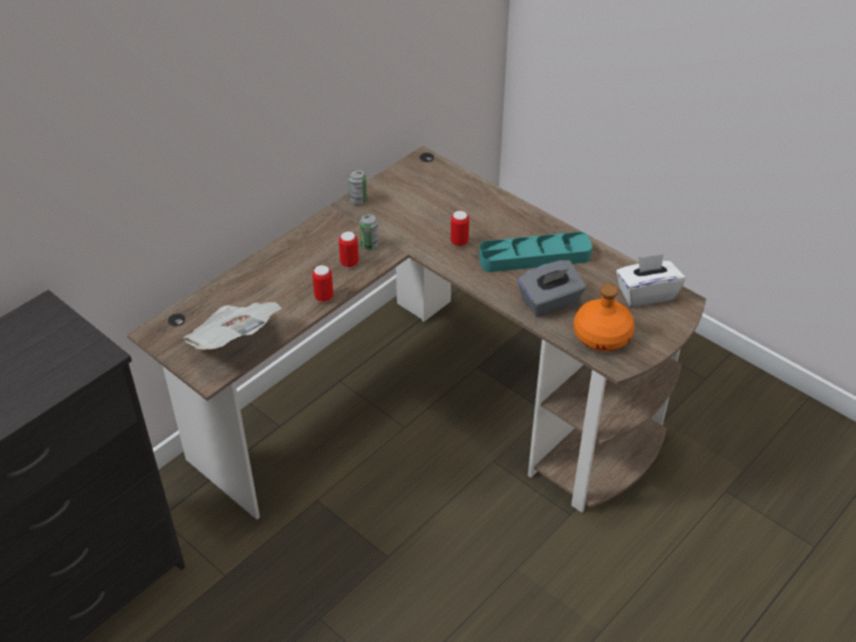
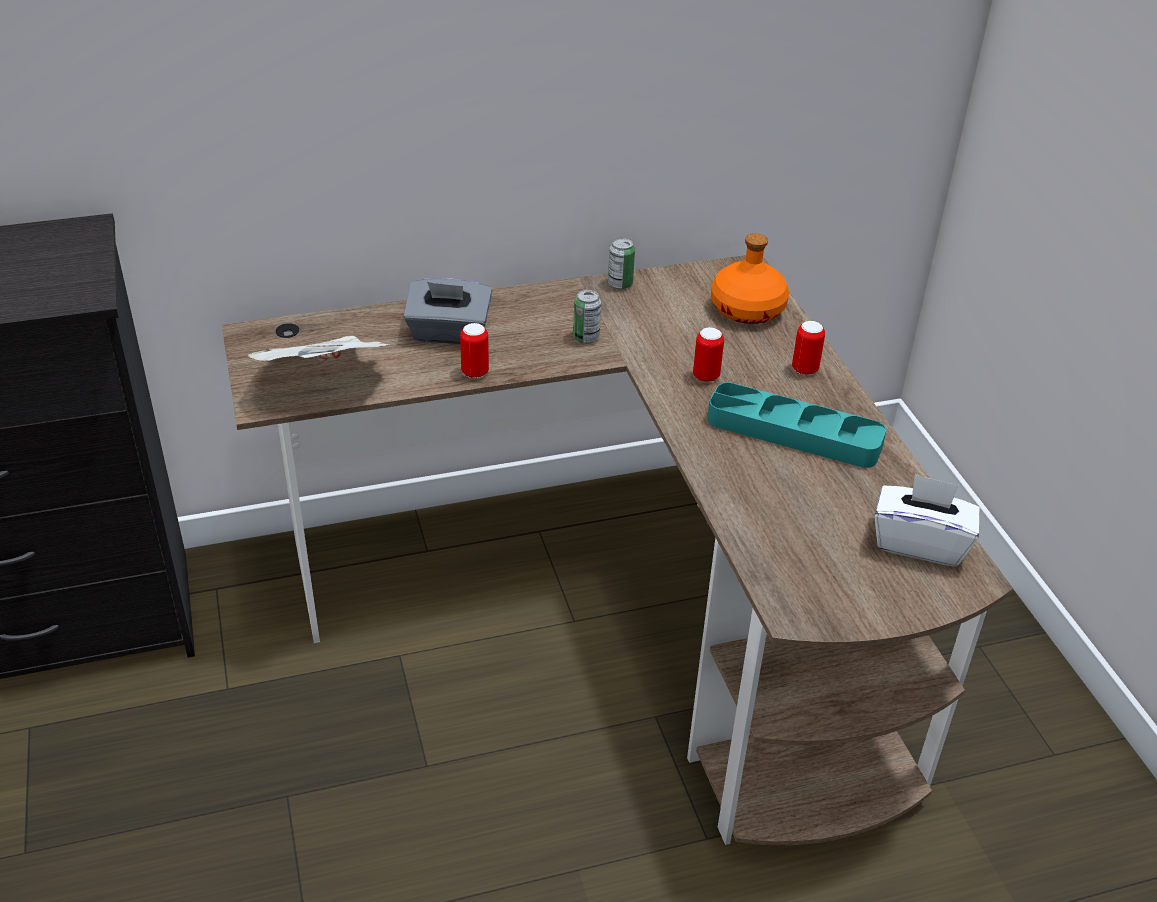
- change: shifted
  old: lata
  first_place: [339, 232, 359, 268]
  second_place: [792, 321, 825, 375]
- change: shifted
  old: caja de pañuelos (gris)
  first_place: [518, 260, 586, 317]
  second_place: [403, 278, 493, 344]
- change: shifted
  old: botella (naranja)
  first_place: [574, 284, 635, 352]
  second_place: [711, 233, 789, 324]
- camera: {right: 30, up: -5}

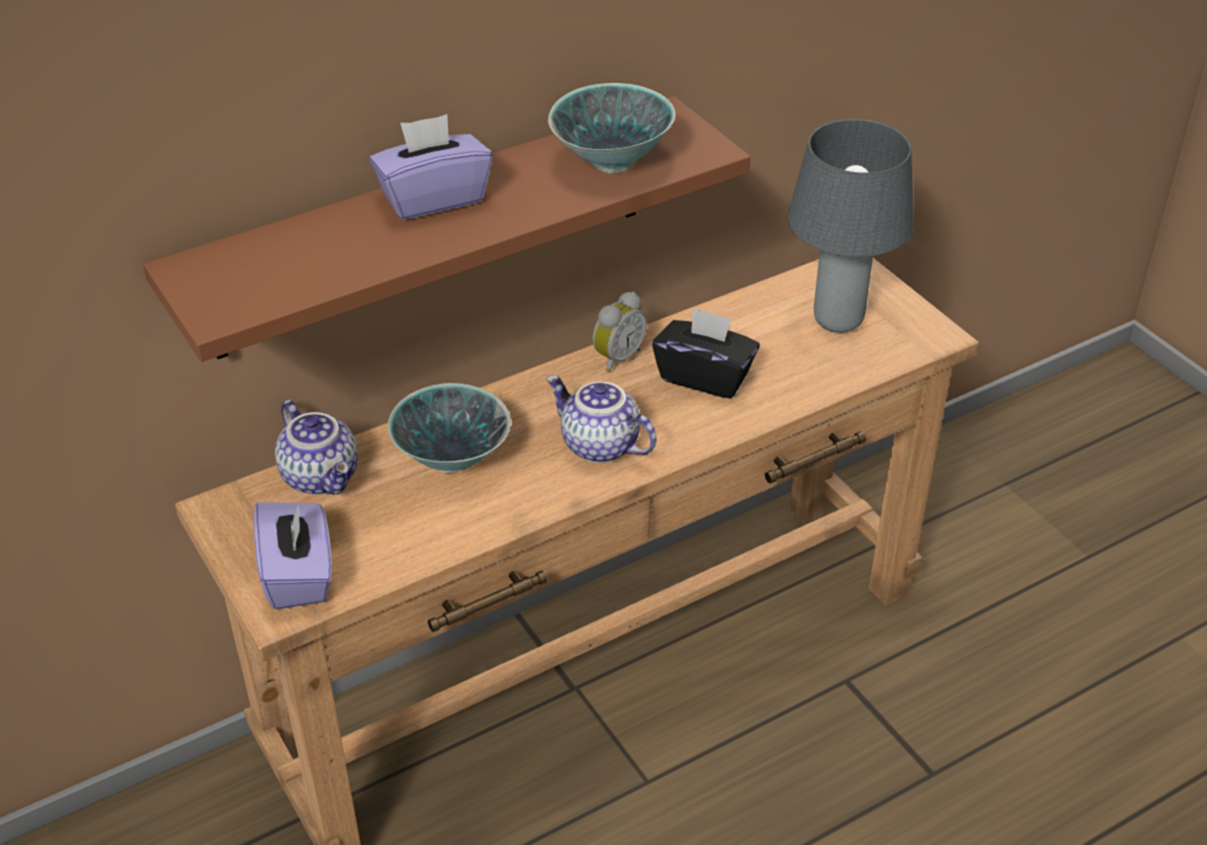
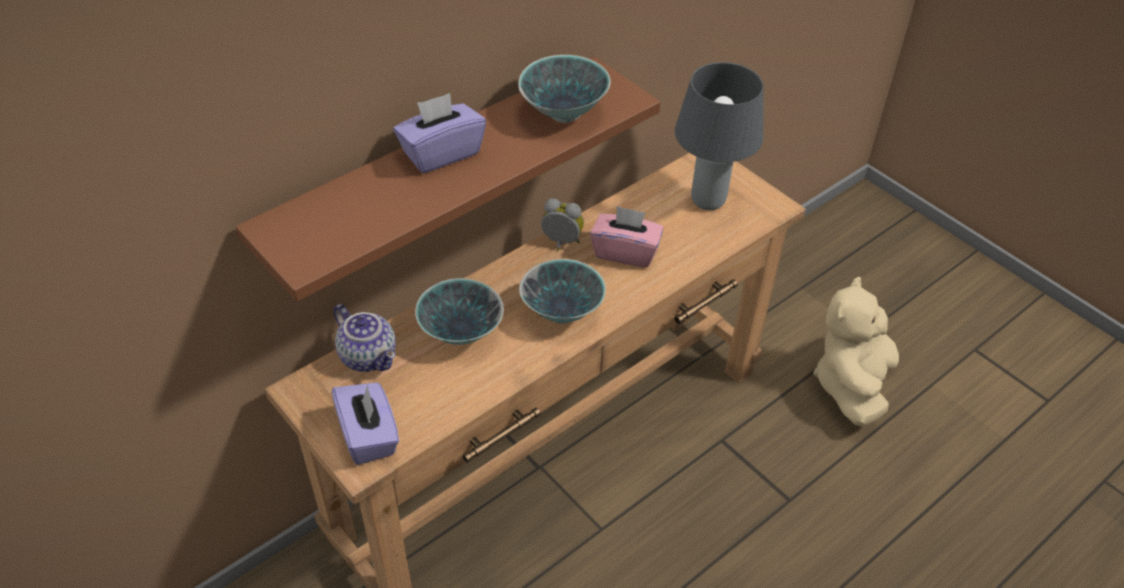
- change: swapped
  old: tetera
  new: cuenco
  first_place: [546, 375, 657, 463]
  second_place: [519, 259, 606, 324]
- change: rotated
  old: despertador
  first_place: [592, 292, 647, 373]
  second_place: [541, 198, 584, 250]
  degrees: -105
- change: repainted
  old: caja de pañuelos (negro)
  new: caja de pañuelos (rosa)
  first_place: [652, 307, 760, 398]
  second_place: [590, 206, 664, 267]
- change: new
  new: peluche (beis)
  second_place: [813, 277, 899, 426]
- camera: {right: -10, up: 5}

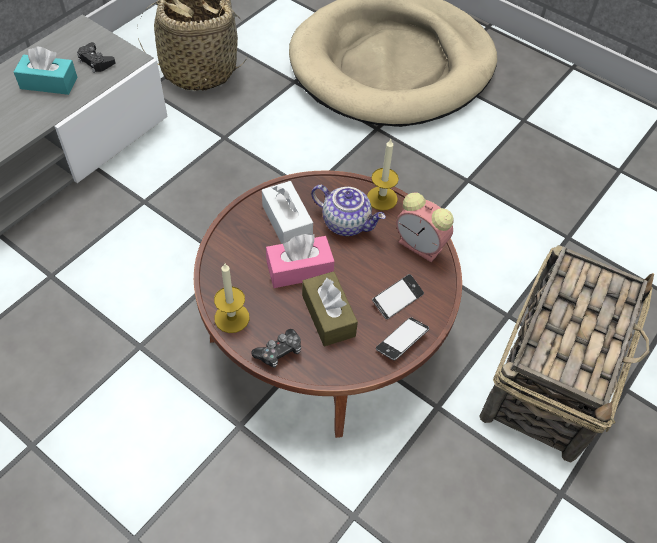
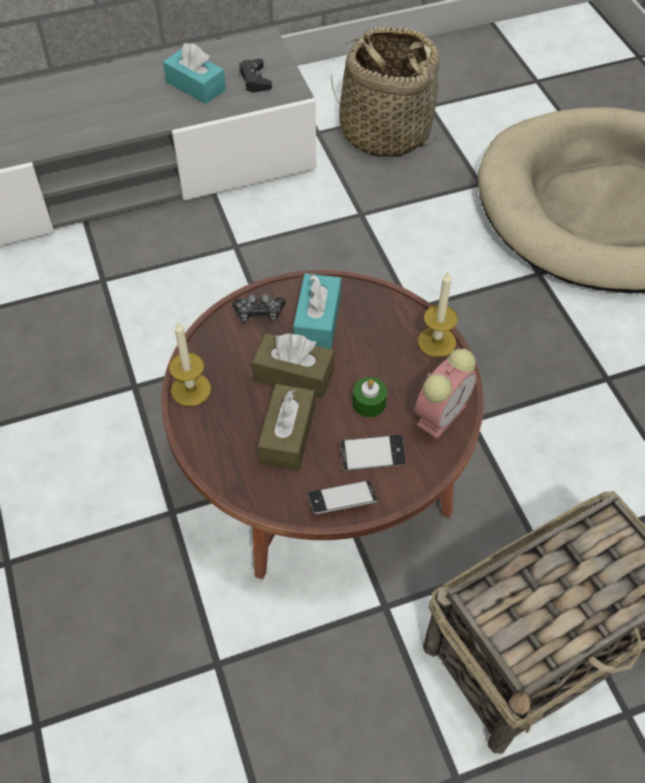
- change: shifted
  old: mando de consola
  first_place: [251, 329, 301, 368]
  second_place: [233, 294, 286, 322]
- change: repainted
  old: caja de pañuelos (blanco)
  new: caja de pañuelos (turquesa)
  first_place: [262, 181, 313, 244]
  second_place: [293, 273, 341, 349]
- change: repainted
  old: caja de pañuelos (rosa)
  new: caja de pañuelos (marrón)
  first_place: [266, 234, 334, 288]
  second_place: [252, 333, 334, 399]
- change: gone
  old: tetera
  first_place: [311, 185, 386, 236]
- change: rotated
  old: despertador
  first_place: [396, 192, 454, 263]
  second_place: [415, 349, 477, 439]
  degrees: -120
- change: new
  new: vela (verde)
  second_place: [353, 377, 387, 418]
- camera: {right: 35, up: 0}

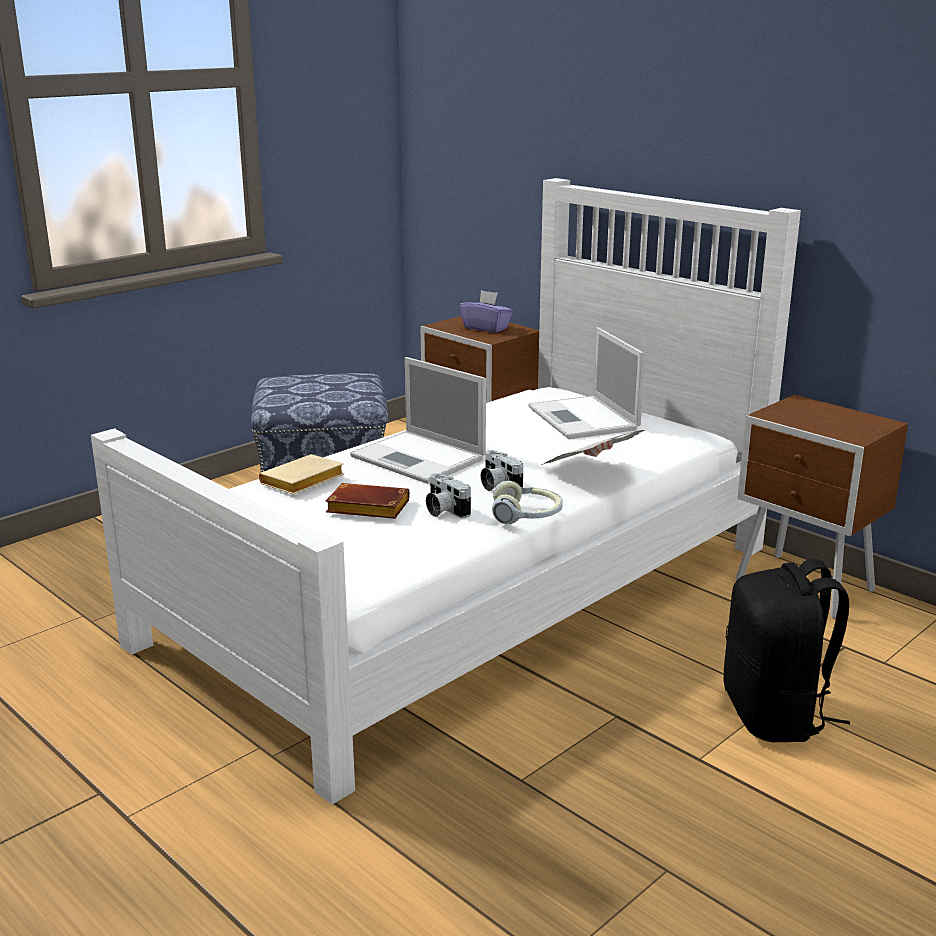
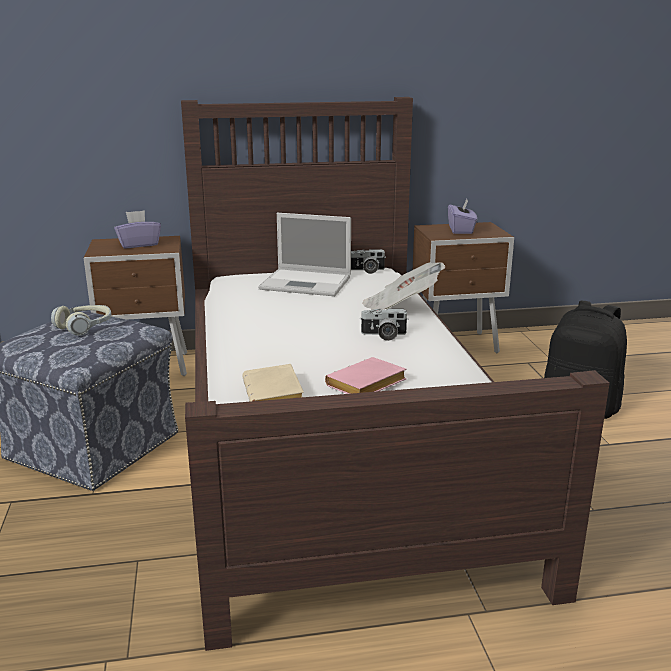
- change: repainted
  old: cama (blanco)
  new: cama (marrón)
  first_place: [91, 178, 801, 805]
  second_place: [181, 97, 610, 651]
- change: repainted
  old: libro (marrón)
  new: libro (rosa)
  first_place: [326, 483, 410, 519]
  second_place: [325, 357, 407, 394]
- change: gone
  old: portátil
  first_place: [350, 357, 486, 484]
- change: shifted
  old: cámara
  first_place: [426, 473, 471, 518]
  second_place: [351, 249, 385, 274]
- change: shifted
  old: auriculares
  first_place: [492, 480, 563, 524]
  second_place: [51, 305, 111, 336]
- change: new
  new: caja de pañuelos (morado)
  second_place: [448, 199, 477, 234]
- camera: {right: -55, up: 0}

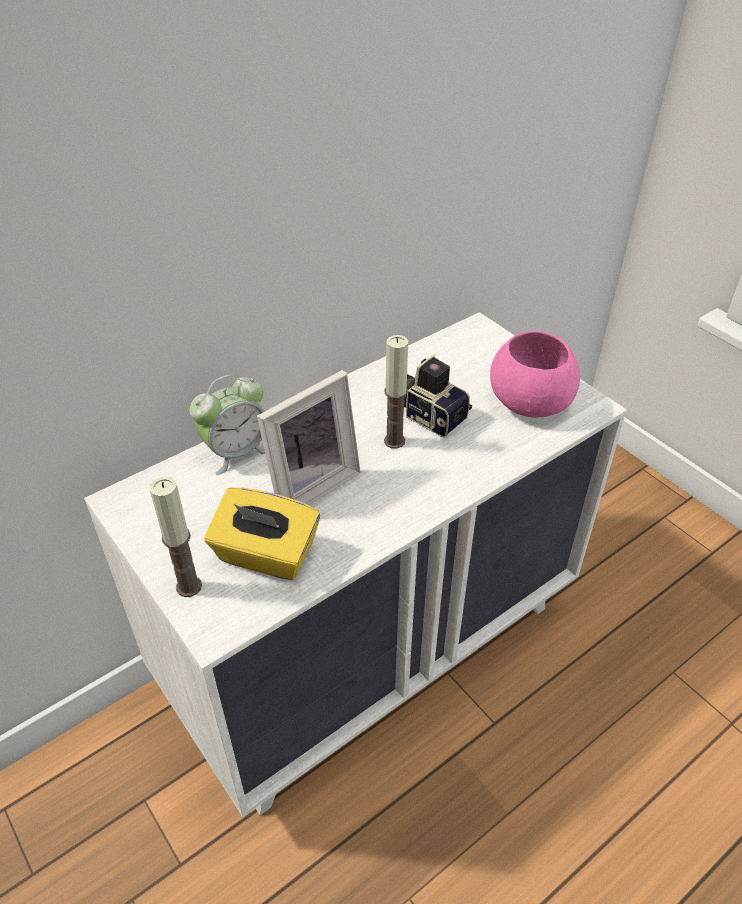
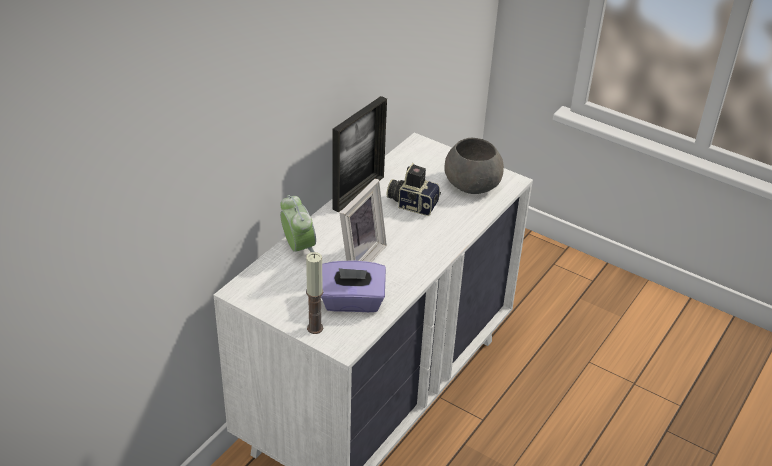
- change: rotated
  old: despertador
  first_place: [190, 375, 265, 475]
  second_place: [280, 195, 316, 252]
  degrees: -60
- change: repainted
  old: caja de pañuelos (amarillo)
  new: caja de pañuelos (morado)
  first_place: [204, 488, 320, 580]
  second_place: [321, 261, 386, 312]
- change: gone
  old: vela
  first_place: [384, 335, 408, 449]
- change: repainted
  old: cuenco (rosa)
  new: cuenco (gris)
  first_place: [490, 331, 580, 418]
  second_place: [444, 138, 504, 194]
- change: new
  new: portarretratos
  second_place: [332, 96, 387, 212]
- camera: {right: -20, up: -5}

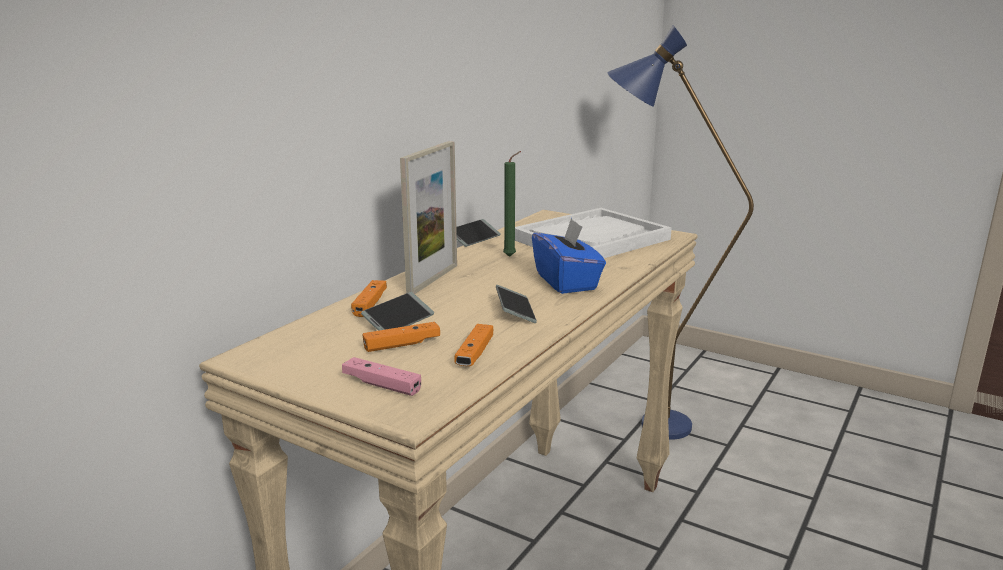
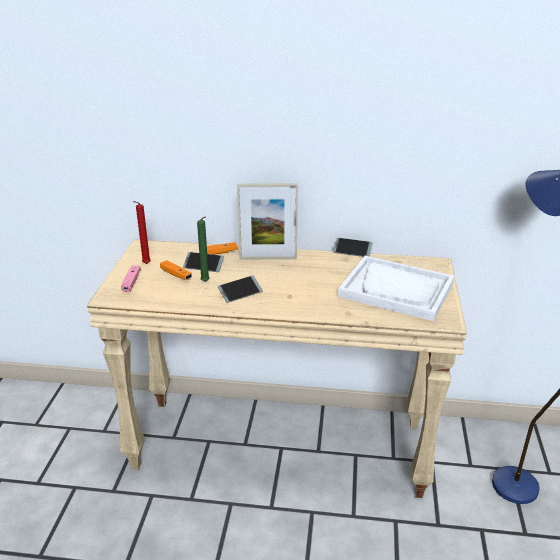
- change: gone
  old: mando de consola (naranja)
  first_place: [454, 324, 493, 366]
- change: shifted
  old: vela (verde)
  first_place: [503, 151, 521, 257]
  second_place: [197, 216, 210, 282]
- change: gone
  old: caja de pañuelos (azul)
  first_place: [532, 218, 606, 294]
- change: new
  new: vela (rojo)
  second_place: [133, 201, 151, 264]
- camera: {right: 65, up: 10}

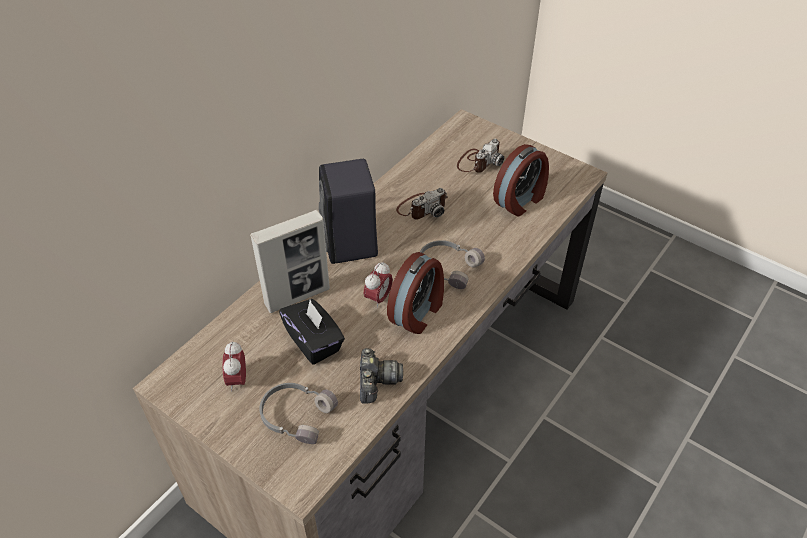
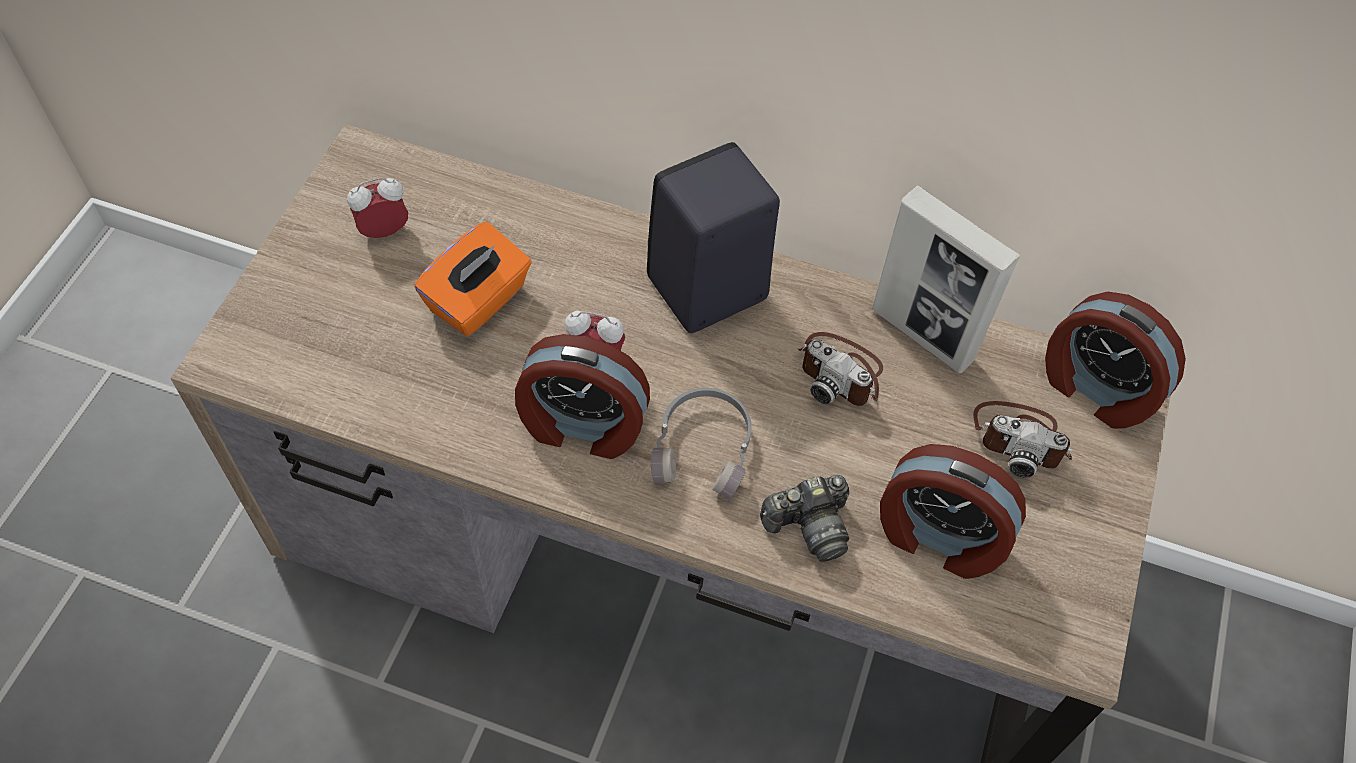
- change: shifted
  old: portarretratos
  first_place: [250, 210, 330, 313]
  second_place: [872, 185, 1020, 373]
- change: gone
  old: auriculares (gris)
  first_place: [260, 383, 338, 444]
- change: repainted
  old: caja de pañuelos (negro)
  new: caja de pañuelos (naranja)
  first_place: [279, 299, 345, 365]
  second_place: [414, 222, 532, 336]
- change: shifted
  old: cámara
  first_place: [360, 348, 403, 404]
  second_place: [760, 475, 849, 562]
- change: new
  new: despertador
  second_place: [1045, 292, 1186, 429]
- camera: {right: 70, up: 10}

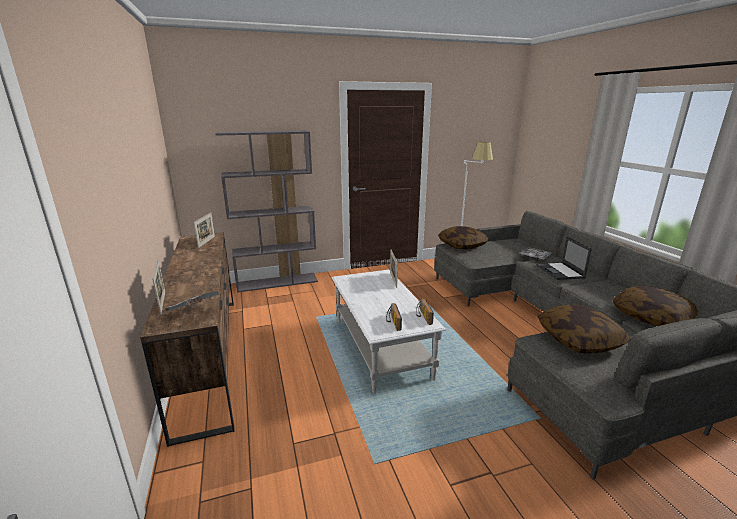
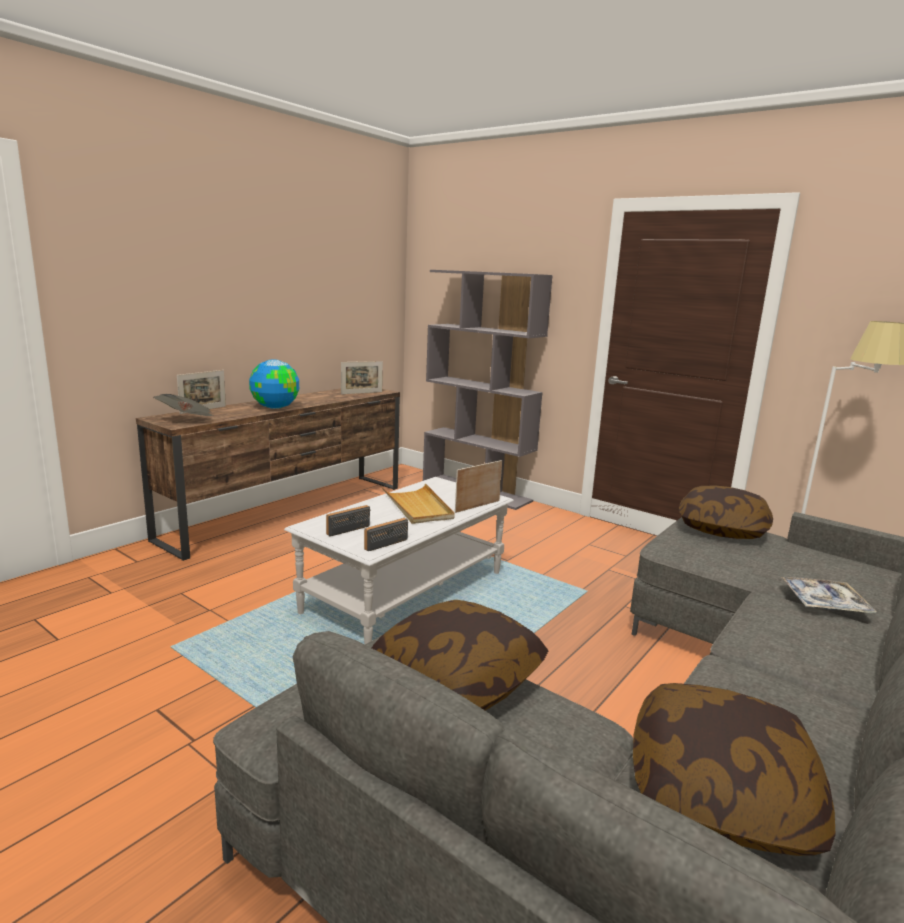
- change: gone
  old: portátil
  first_place: [536, 236, 592, 280]
- change: new
  new: globo terráqueo
  second_place: [249, 360, 299, 409]
- change: new
  new: bandeja (beis)
  second_place: [382, 483, 455, 524]
- camera: {right: 55, up: -5}

